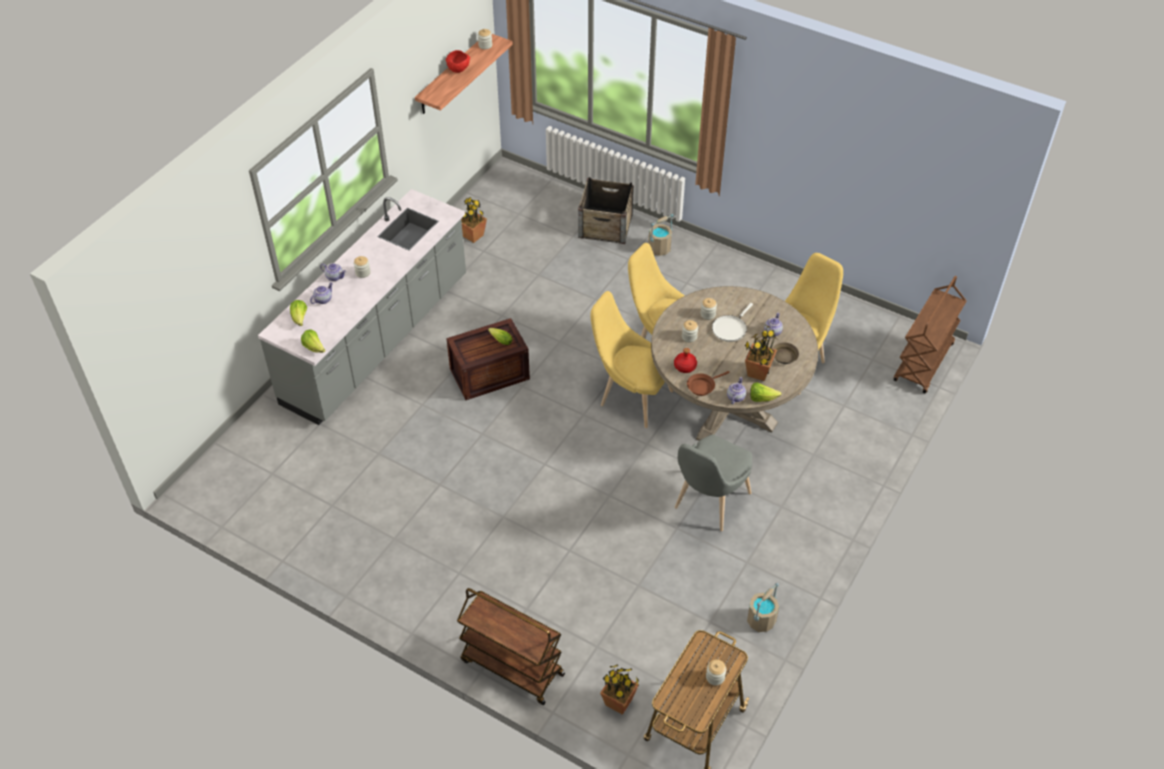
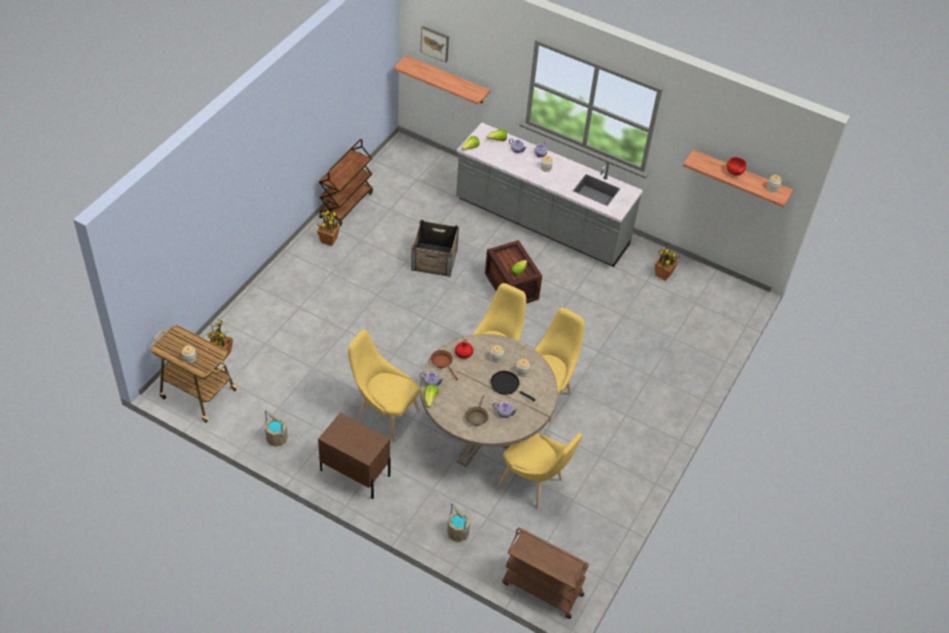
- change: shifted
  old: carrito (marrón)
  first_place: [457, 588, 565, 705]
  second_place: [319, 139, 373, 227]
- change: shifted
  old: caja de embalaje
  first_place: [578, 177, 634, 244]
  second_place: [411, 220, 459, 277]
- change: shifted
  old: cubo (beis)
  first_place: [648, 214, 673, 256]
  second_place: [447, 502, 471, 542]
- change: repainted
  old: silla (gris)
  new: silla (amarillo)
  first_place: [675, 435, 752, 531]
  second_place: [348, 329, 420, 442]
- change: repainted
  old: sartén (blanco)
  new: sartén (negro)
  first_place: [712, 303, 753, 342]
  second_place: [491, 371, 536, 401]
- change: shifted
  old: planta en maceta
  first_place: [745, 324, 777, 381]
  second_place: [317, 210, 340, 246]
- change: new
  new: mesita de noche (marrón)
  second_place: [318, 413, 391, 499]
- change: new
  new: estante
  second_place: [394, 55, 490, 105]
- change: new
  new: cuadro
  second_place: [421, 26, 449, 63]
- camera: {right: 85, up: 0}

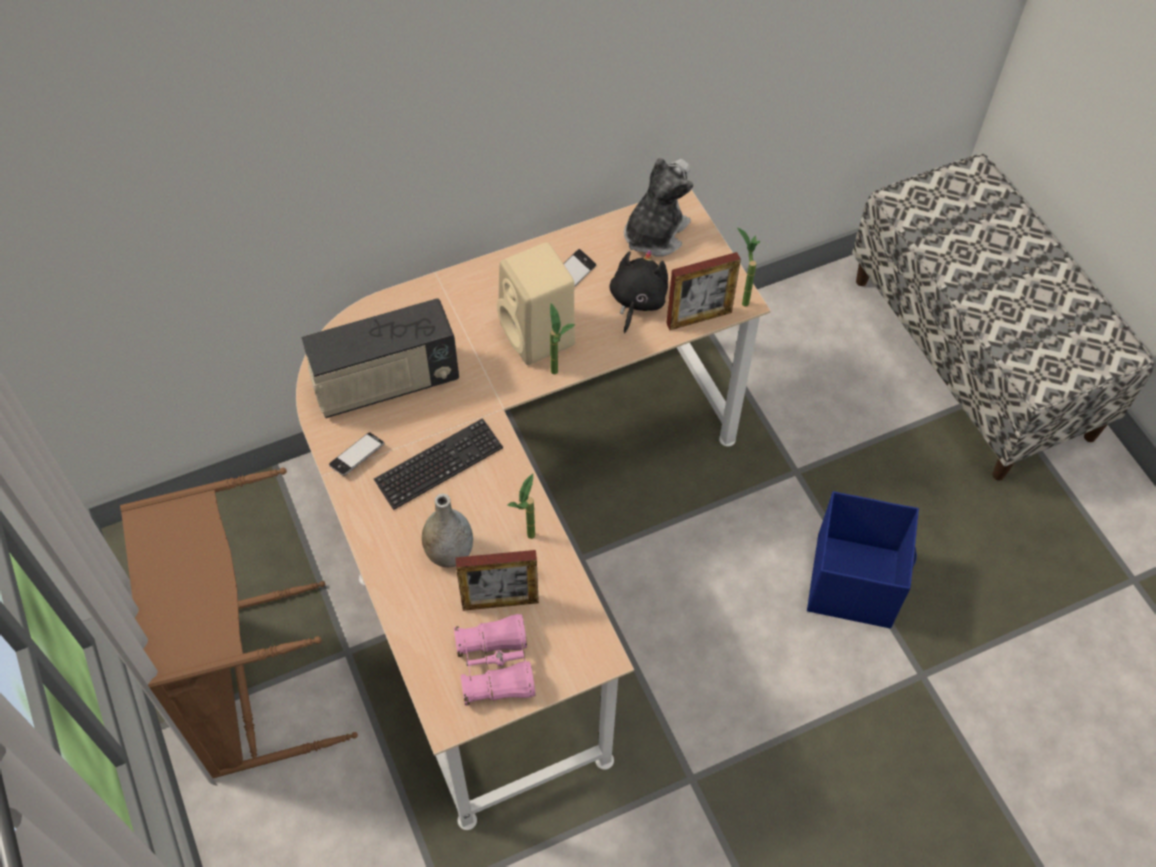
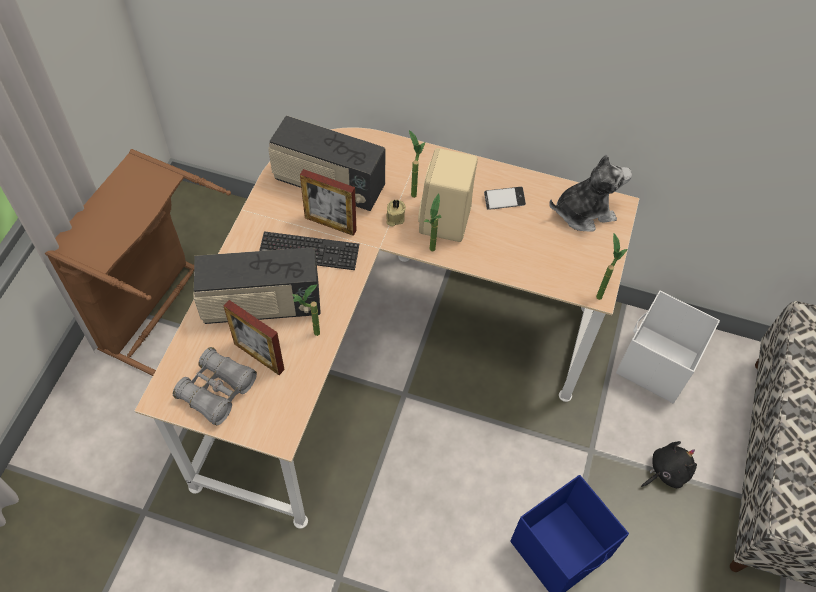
- change: gone
  old: móvil
  first_place: [329, 432, 384, 476]
- change: swapped
  old: florero (gris)
  new: radio
  first_place: [422, 493, 473, 567]
  second_place: [194, 247, 321, 324]
- change: repainted
  old: prismáticos (rosa)
  new: prismáticos (gris)
  first_place: [454, 614, 535, 706]
  second_place: [173, 347, 257, 426]
- change: shifted
  old: peluche (negro)
  first_place: [609, 249, 668, 333]
  second_place: [641, 441, 697, 488]
- change: shifted
  old: portarretratos
  first_place: [666, 252, 741, 330]
  second_place: [300, 169, 357, 236]
- change: new
  new: vela (beis)
  second_place: [386, 200, 406, 226]
- change: new
  new: planta en maceta
  second_place: [409, 130, 425, 198]
- change: new
  new: caja de almacenaje (blanco)
  second_place: [616, 291, 720, 403]
- camera: {right: 40, up: 0}

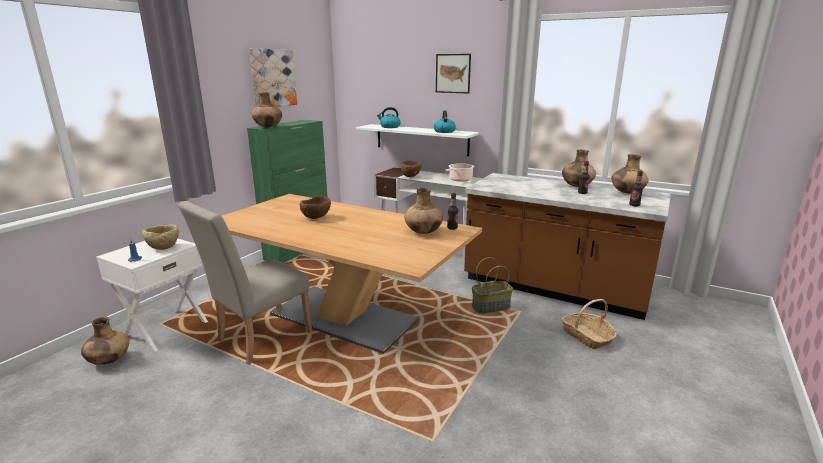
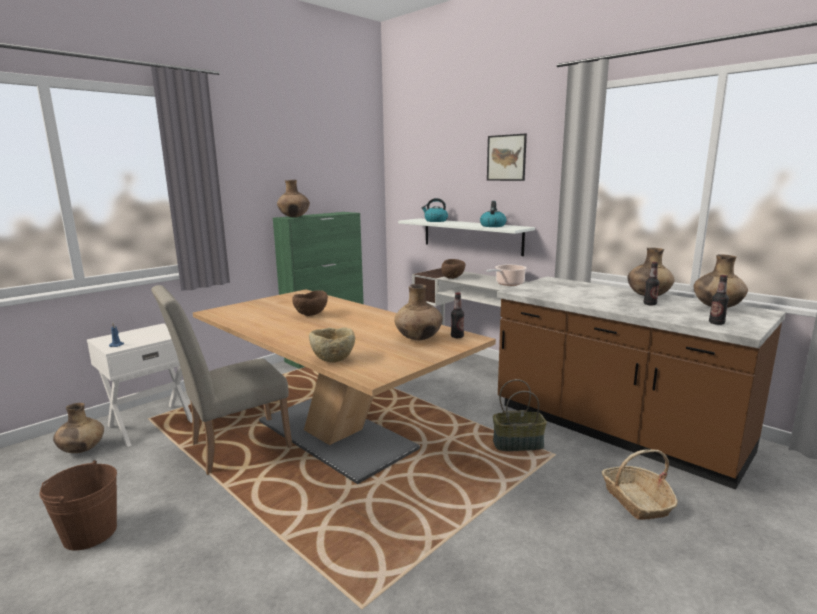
- change: shifted
  old: cuenco (beis)
  first_place: [142, 224, 179, 250]
  second_place: [309, 327, 355, 363]
- change: gone
  old: cuadro
  first_place: [249, 49, 297, 107]
- change: new
  new: cubo (marrón)
  second_place: [40, 460, 117, 550]
- camera: {right: 15, up: -5}

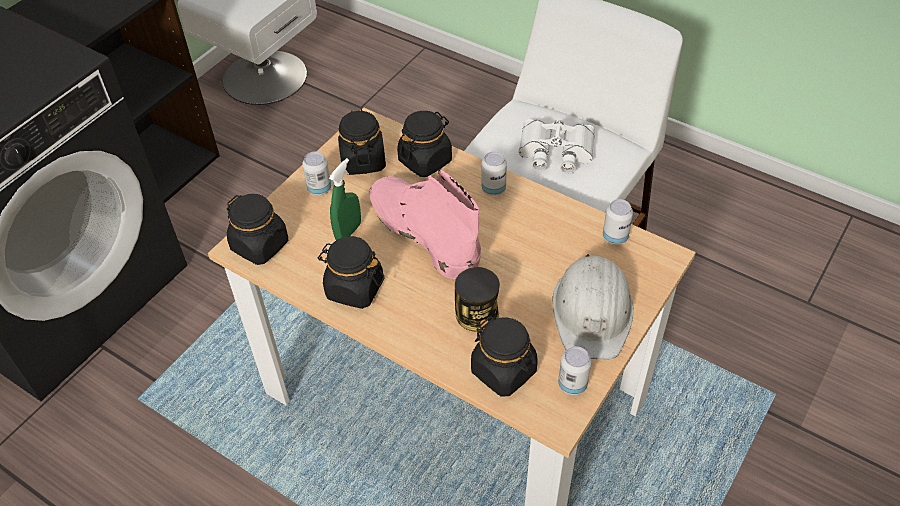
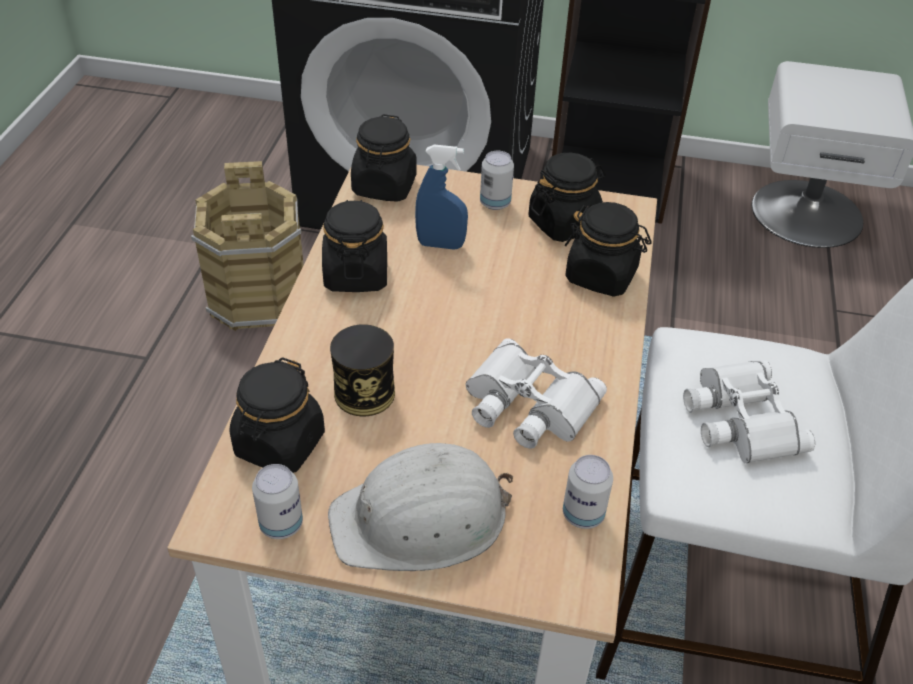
- change: repainted
  old: pulverizador (verde)
  new: pulverizador (azul)
  first_place: [329, 158, 361, 240]
  second_place: [415, 145, 468, 250]
- change: gone
  old: bota (rosa)
  first_place: [369, 170, 481, 279]
- change: gone
  old: lata
  first_place: [481, 151, 507, 196]
- change: new
  new: cubo (marrón)
  second_place: [191, 161, 304, 331]
- change: new
  new: prismáticos (blanco)
  second_place: [466, 338, 607, 449]
- camera: {right: 65, up: -5}

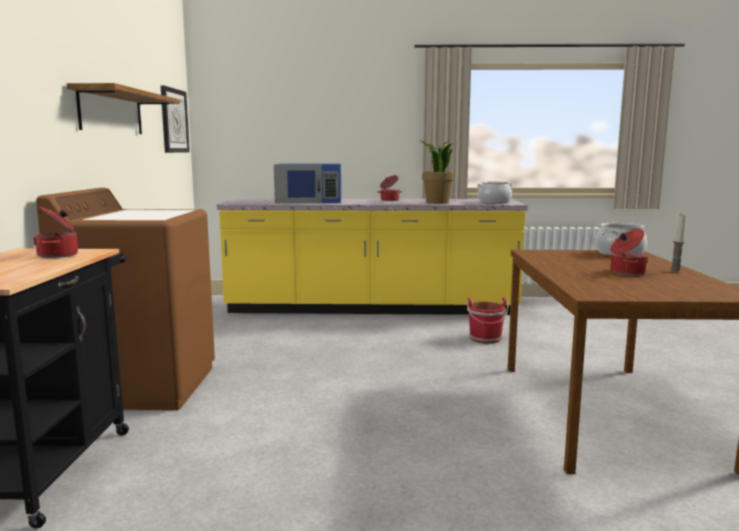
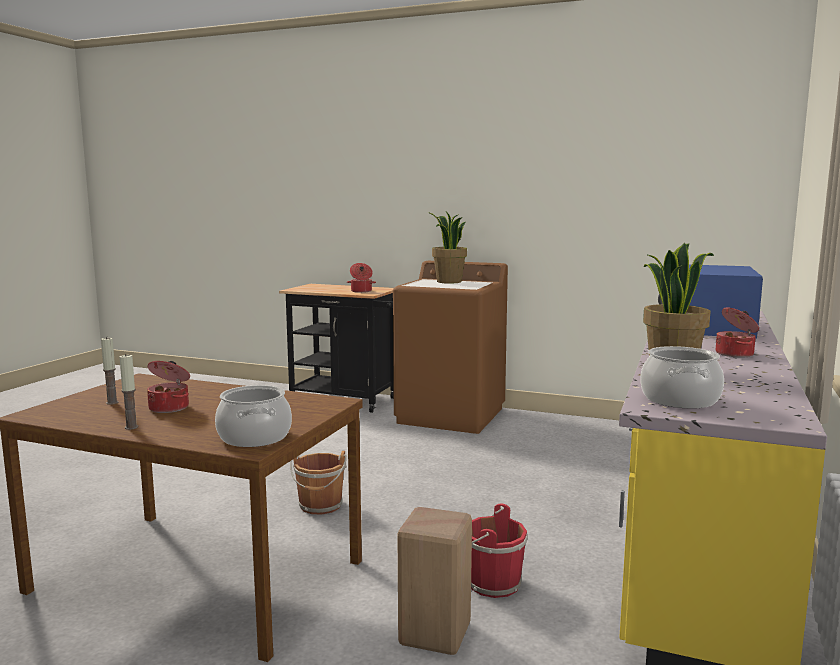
- change: gone
  old: estante
  first_place: [67, 83, 180, 134]
- change: gone
  old: reloj de pared
  first_place: [160, 85, 190, 153]
- change: new
  new: vela
  second_place: [101, 337, 118, 405]
- change: new
  new: cubo (marrón)
  second_place: [290, 451, 347, 514]
- change: new
  new: taburete (beis)
  second_place: [397, 507, 472, 655]
- change: new
  new: planta en maceta
  second_place: [428, 211, 467, 284]
- camera: {right: 110, up: 0}

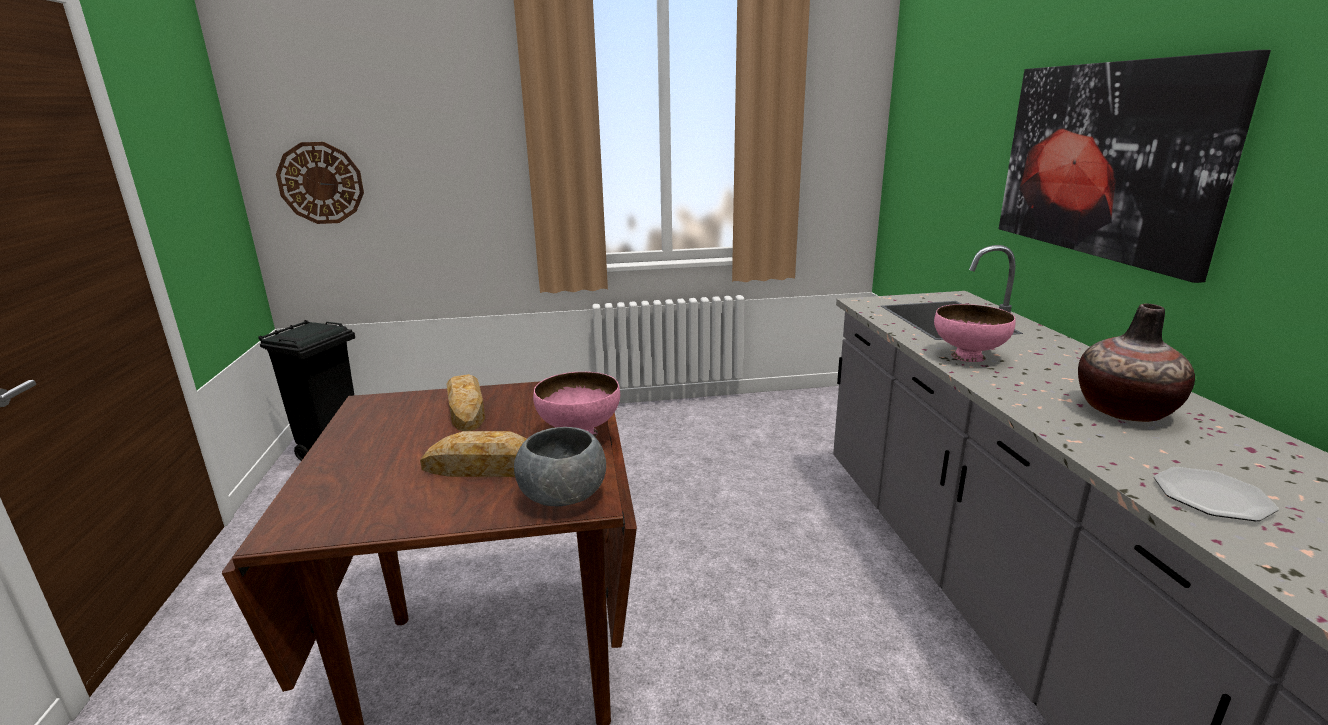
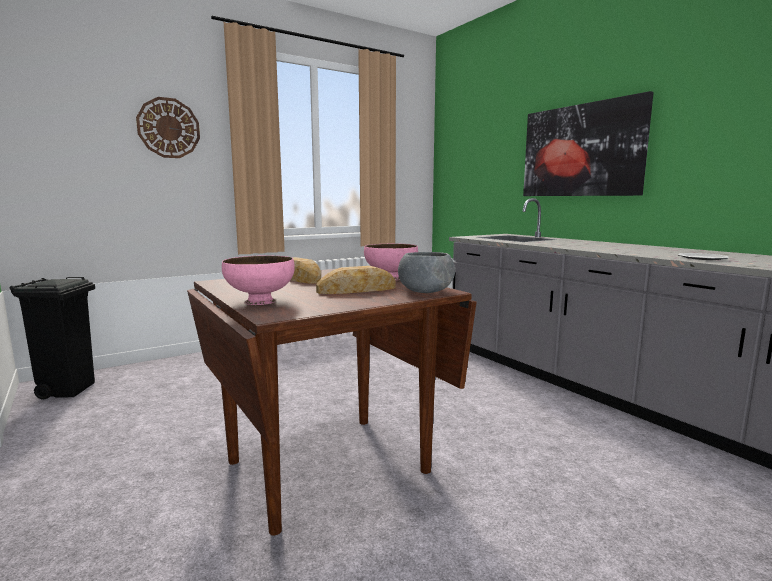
- change: shifted
  old: reloj de pared
  first_place: [276, 142, 364, 224]
  second_place: [136, 97, 200, 158]
- change: shifted
  old: cuenco (rosa)
  first_place: [934, 304, 1015, 362]
  second_place: [222, 255, 295, 305]
- change: gone
  old: florero
  first_place: [1078, 303, 1195, 422]
- camera: {right: -25, up: -10}

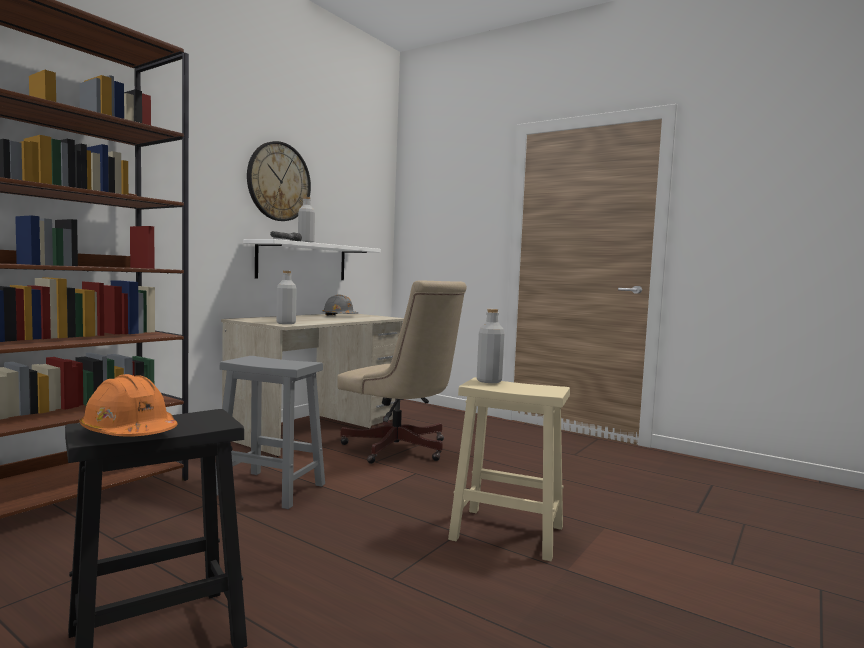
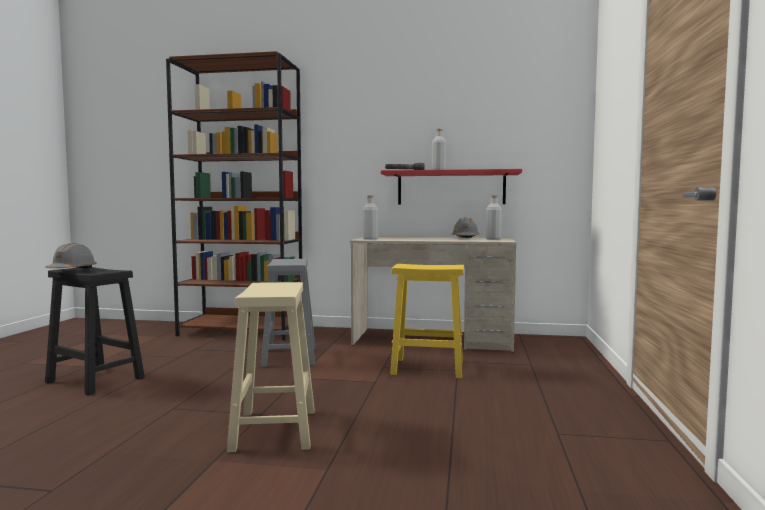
- change: repainted
  old: casco (naranja)
  new: casco (gris)
  first_place: [80, 374, 177, 437]
  second_place: [45, 243, 97, 269]
- change: repainted
  old: estante (blanco)
  new: estante (rojo)
  first_place: [243, 239, 381, 280]
  second_place: [381, 169, 522, 204]
- change: gone
  old: reloj de pared
  first_place: [247, 141, 311, 221]
- change: swapped
  old: silla de oficina (beis)
  new: taburete (amarillo)
  first_place: [337, 280, 467, 464]
  second_place: [390, 264, 464, 378]
- change: shifted
  old: botella (gris)
  first_place: [477, 309, 504, 383]
  second_place: [486, 195, 502, 240]
- camera: {right: 65, up: 0}

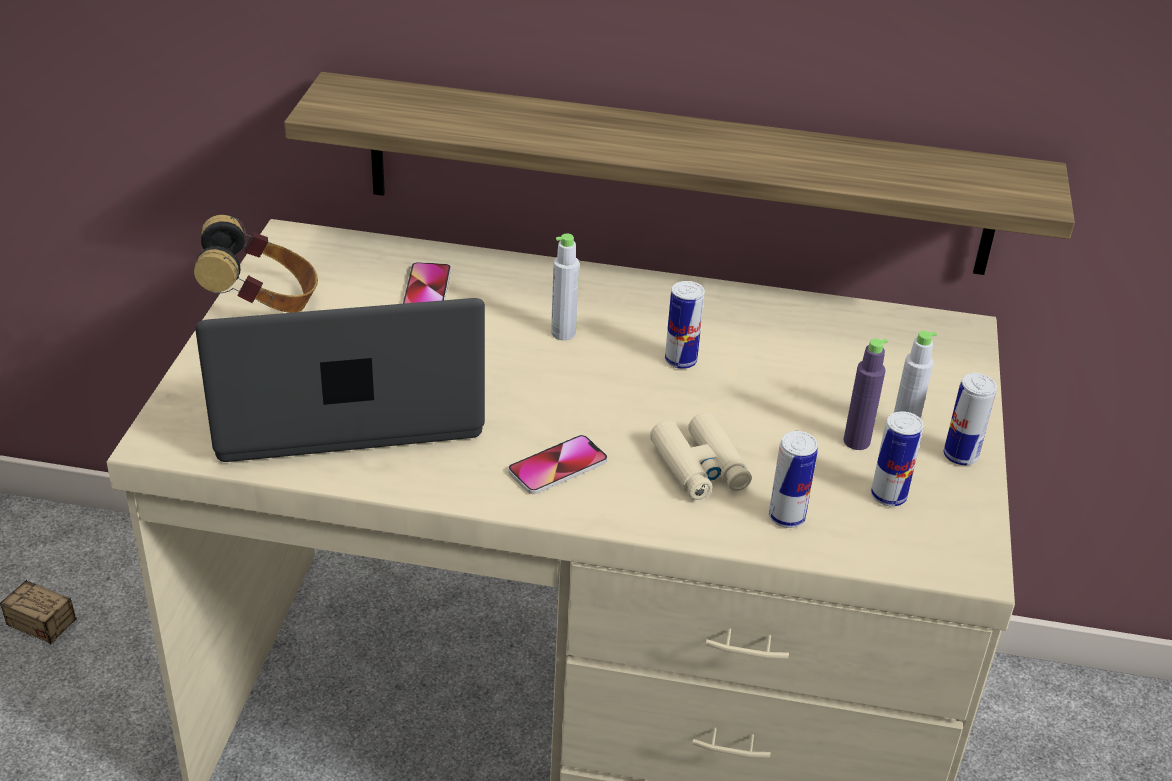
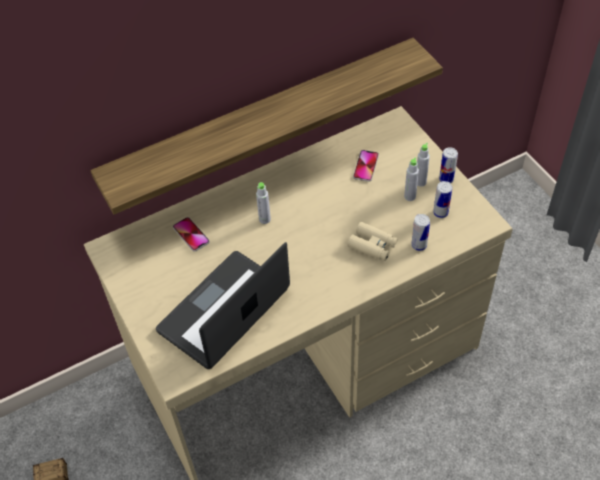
- change: gone
  old: auriculares
  first_place: [194, 215, 318, 313]
- change: shifted
  old: móvil
  first_place: [508, 435, 608, 494]
  second_place: [353, 150, 379, 182]
- change: gone
  old: lata
  first_place: [665, 281, 705, 369]
- change: repainted
  old: botella (morado)
  new: botella (gris)
  first_place: [843, 339, 888, 450]
  second_place: [404, 157, 419, 201]
- camera: {right: -35, up: 15}

